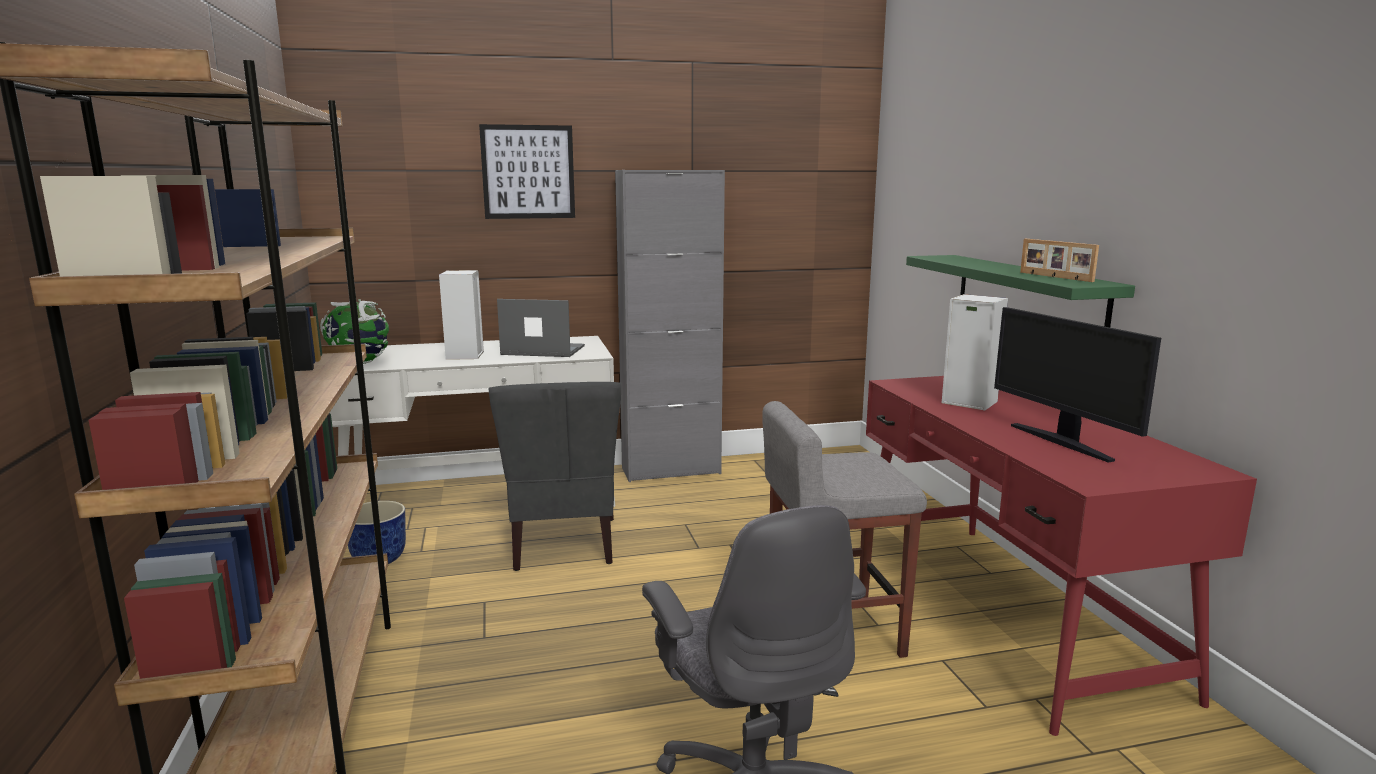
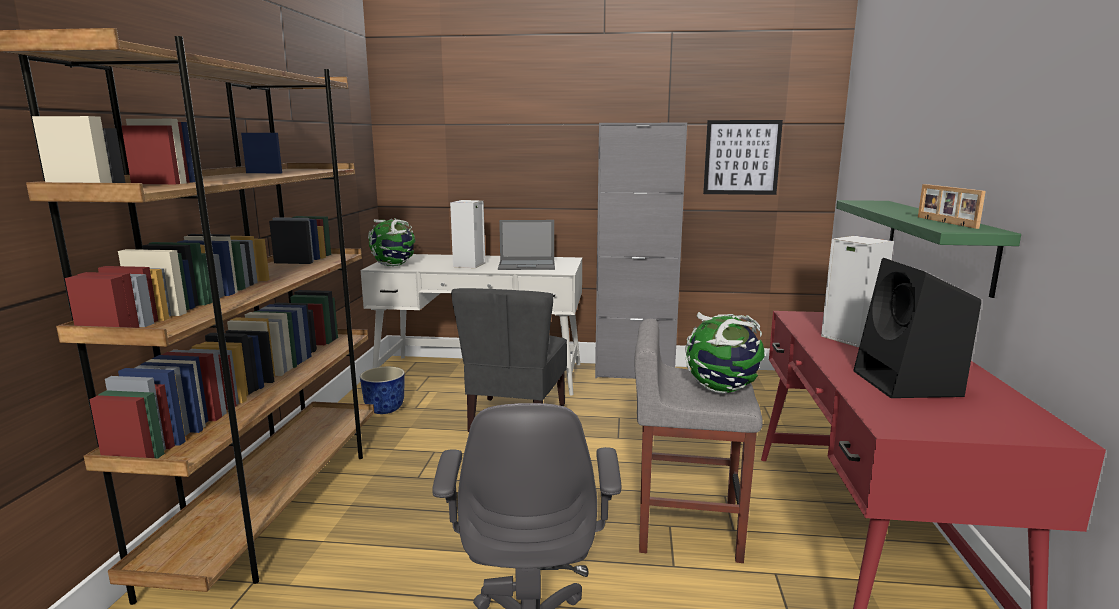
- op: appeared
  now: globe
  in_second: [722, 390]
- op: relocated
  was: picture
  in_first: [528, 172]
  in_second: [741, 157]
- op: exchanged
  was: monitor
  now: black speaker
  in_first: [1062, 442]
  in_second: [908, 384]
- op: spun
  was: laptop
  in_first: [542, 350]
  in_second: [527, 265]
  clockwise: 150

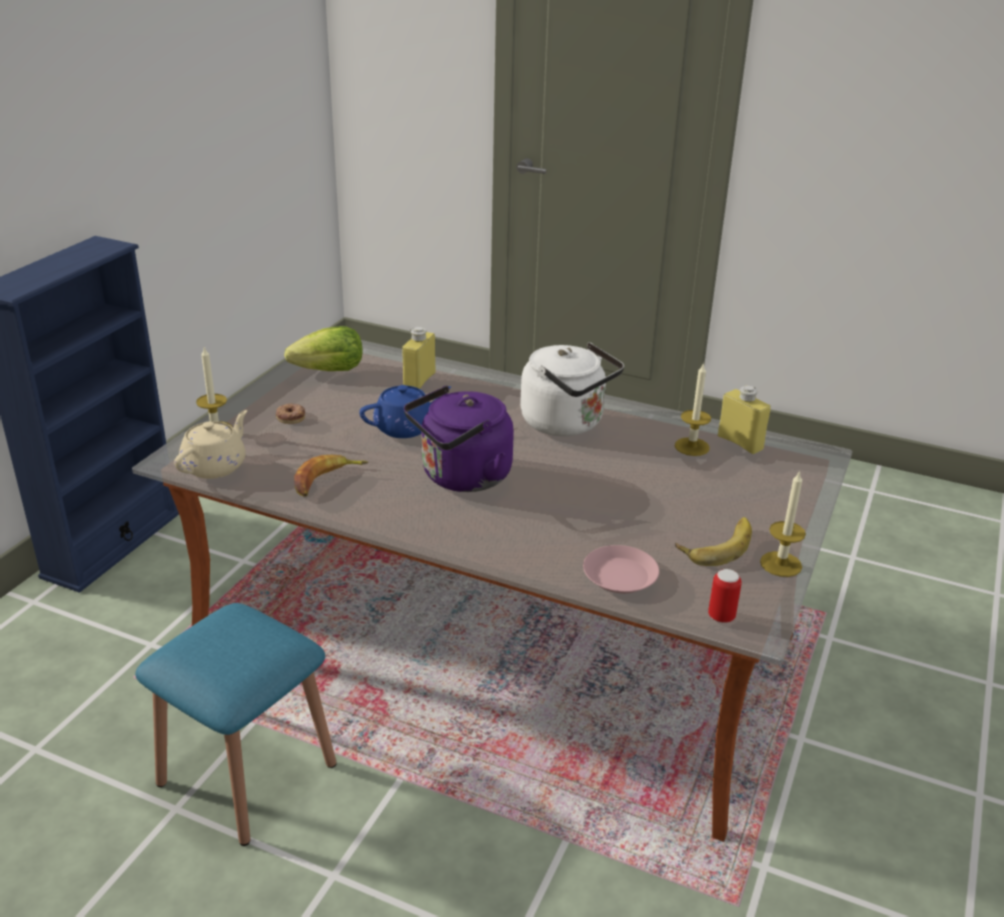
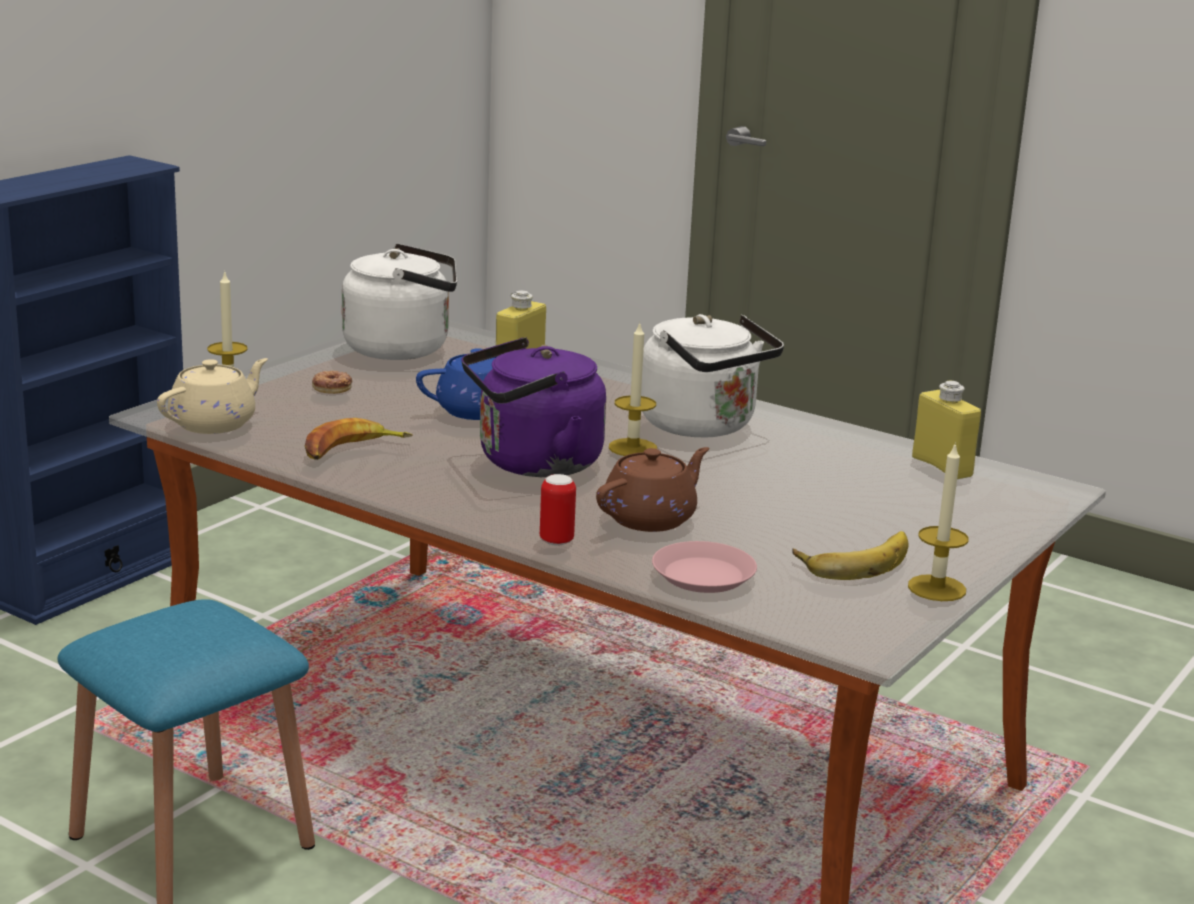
- op: appeared
  now: brown teapot
  in_second: [651, 518]
- op: relocated
  was: candle
  in_first: [692, 447]
  in_second: [632, 448]
- op: relocated
  was: can
  in_first: [721, 617]
  in_second: [556, 541]
- op: exchanged
  was: lettuce
  now: white kettle
  in_first: [330, 371]
  in_second: [403, 349]

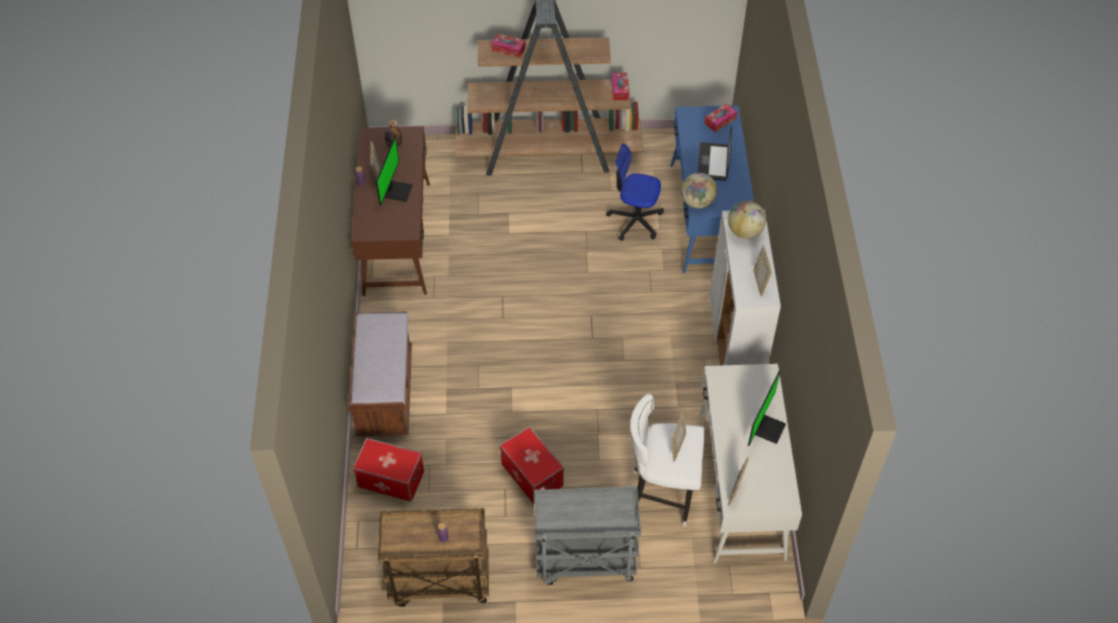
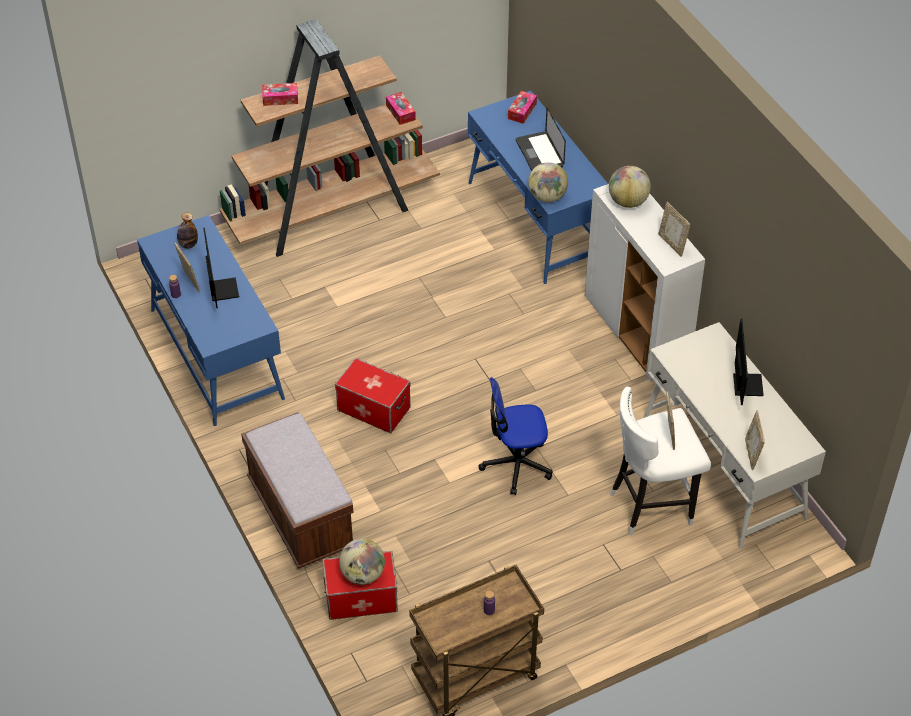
- op: missing
  was: grey cart
  in_first: [584, 561]
- op: appeared
  now: globe
  in_second: [362, 574]
- op: relocated
  was: storage box
  in_first: [531, 475]
  in_second: [373, 409]
- op: relocated
  was: office chair
  in_first: [635, 220]
  in_second: [516, 464]
- op: colour
  was: brown desk
  now: blue desk
  in_first: [397, 237]
  in_second: [216, 353]

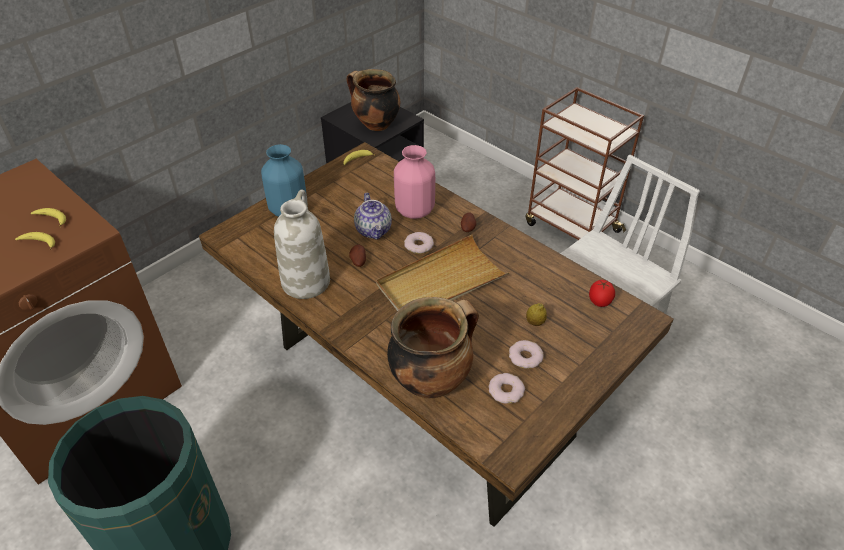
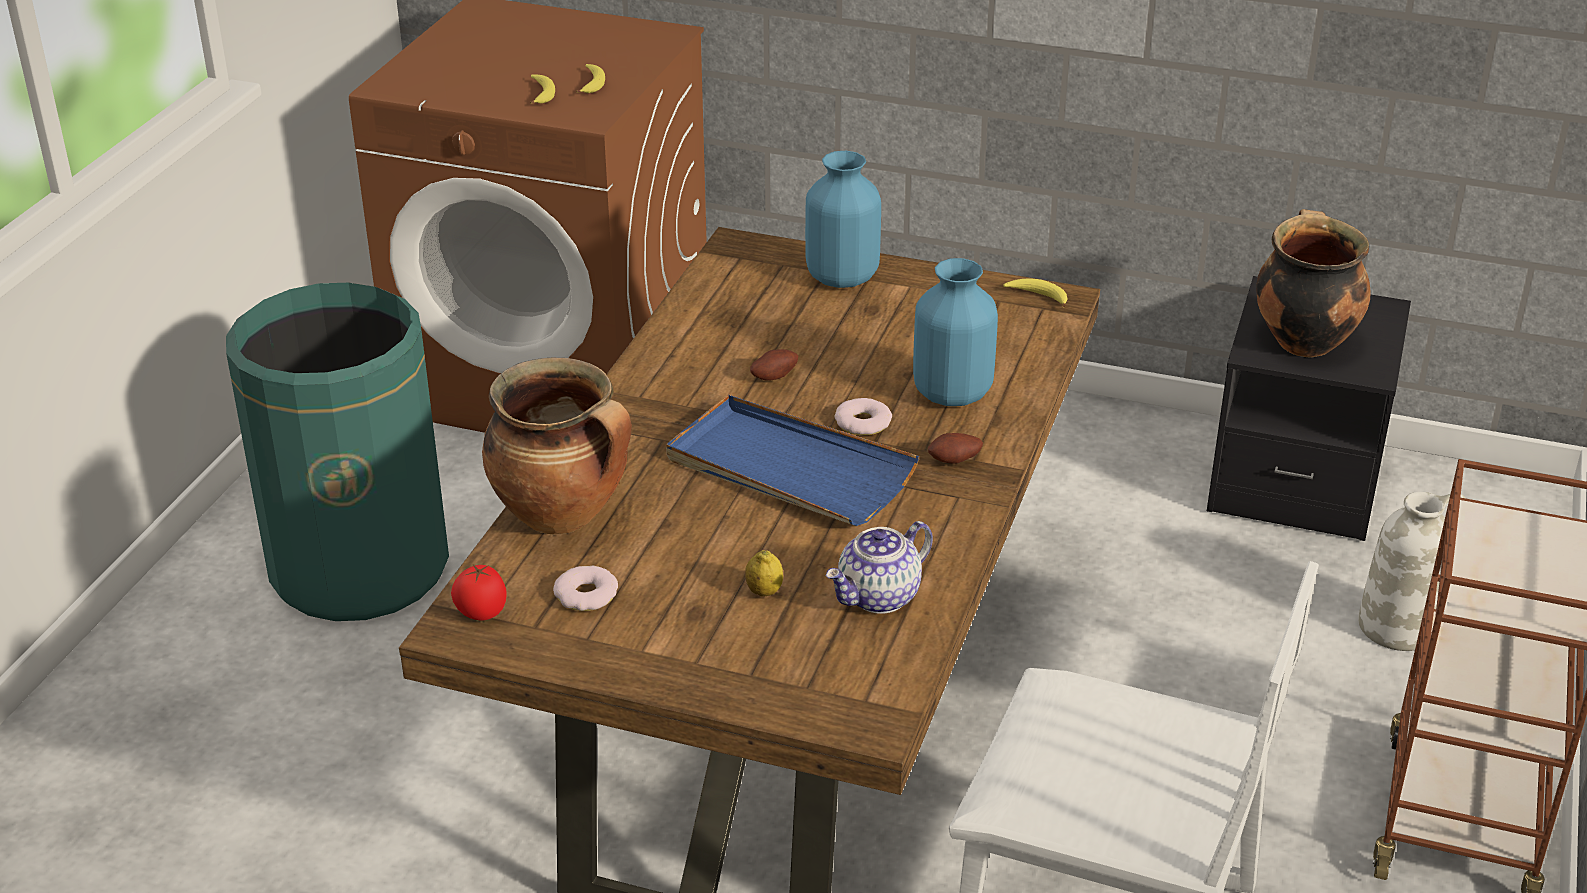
- op: missing
  was: donut
  in_first: [525, 357]
- op: relocated
  was: white vase
  in_first: [305, 281]
  in_second: [1398, 626]
- op: relocated
  was: teapot
  in_first: [374, 230]
  in_second: [879, 597]
- op: relocated
  was: tomato
  in_first: [599, 302]
  in_second: [481, 613]
- op: colour
  was: beige tray
  now: blue tray
  in_first: [441, 282]
  in_second: [788, 469]
- op: colour
  was: pink vase
  now: blue vase
  in_first: [415, 210]
  in_second: [953, 393]

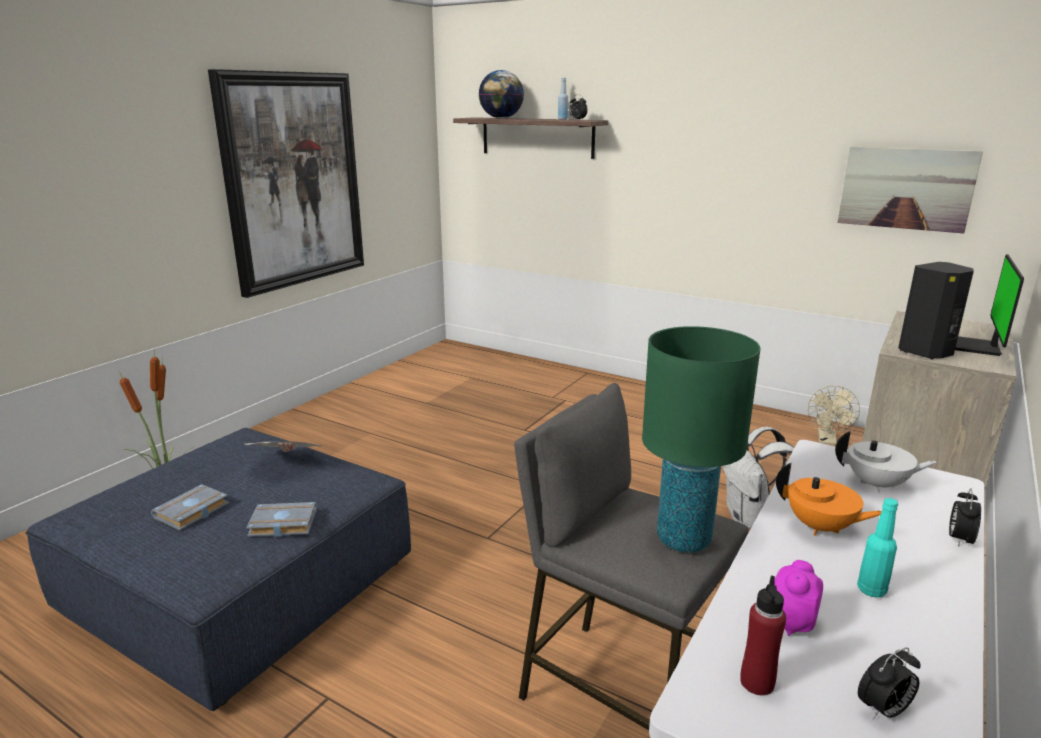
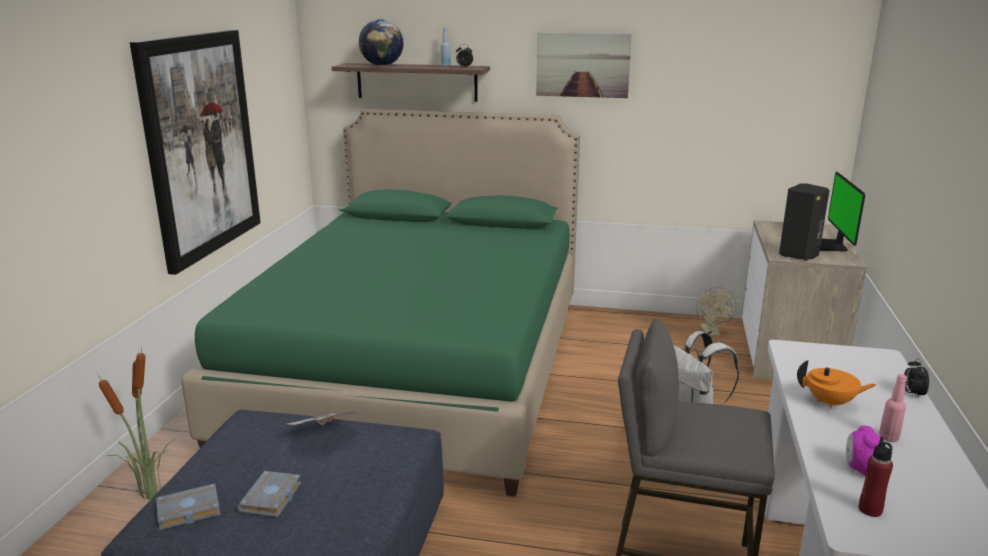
- op: missing
  was: green table lamp
  in_first: [683, 540]
- op: missing
  was: white teapot
  in_first: [877, 485]
- op: missing
  was: alarm clock
  in_first: [883, 710]
- op: appeared
  now: green bed
  in_second: [419, 368]
- op: relocated
  was: grey book
  in_first: [281, 525]
  in_second: [187, 512]
- op: relocated
  was: picture
  in_first: [906, 188]
  in_second: [583, 65]
- op: colour
  was: turquoise bottle
  now: pink bottle
  in_first: [871, 590]
  in_second: [888, 438]

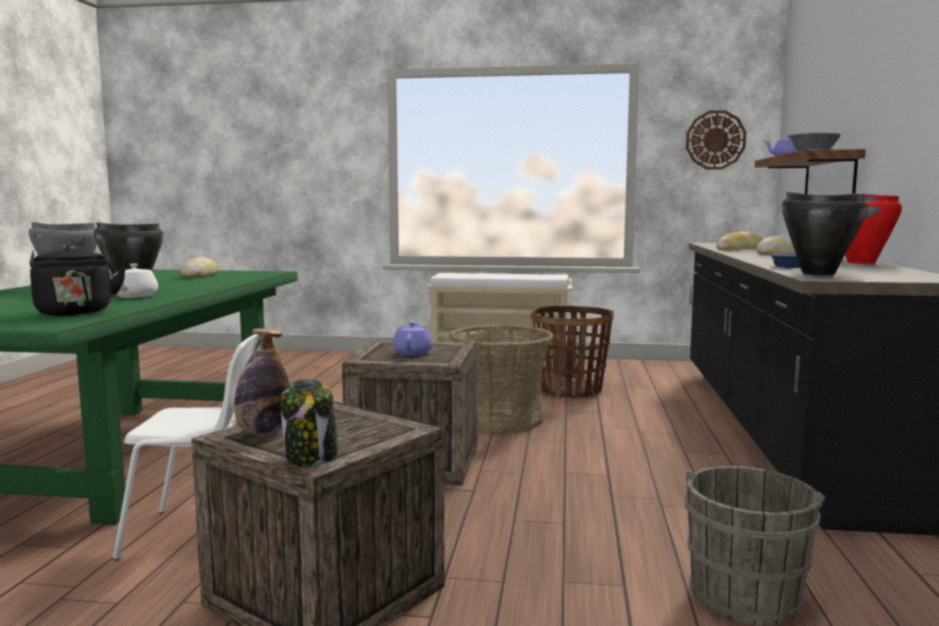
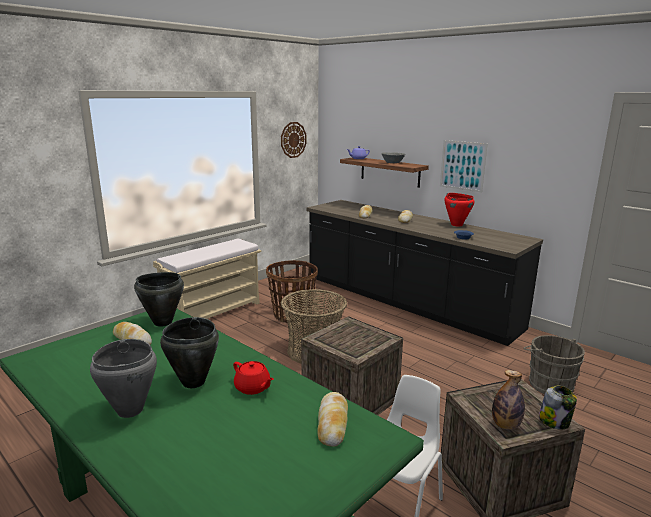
- op: missing
  was: purple teapot
  in_first: [412, 352]
- op: appeared
  now: picture
  in_second: [462, 165]
- op: relocated
  was: black cooking pot
  in_first: [817, 274]
  in_second: [162, 322]
- op: exchanged
  was: black kettle
  now: bread
  in_first: [75, 313]
  in_second: [332, 423]
- op: colour
  was: white teapot
  now: red teapot
  in_first: [135, 296]
  in_second: [253, 388]

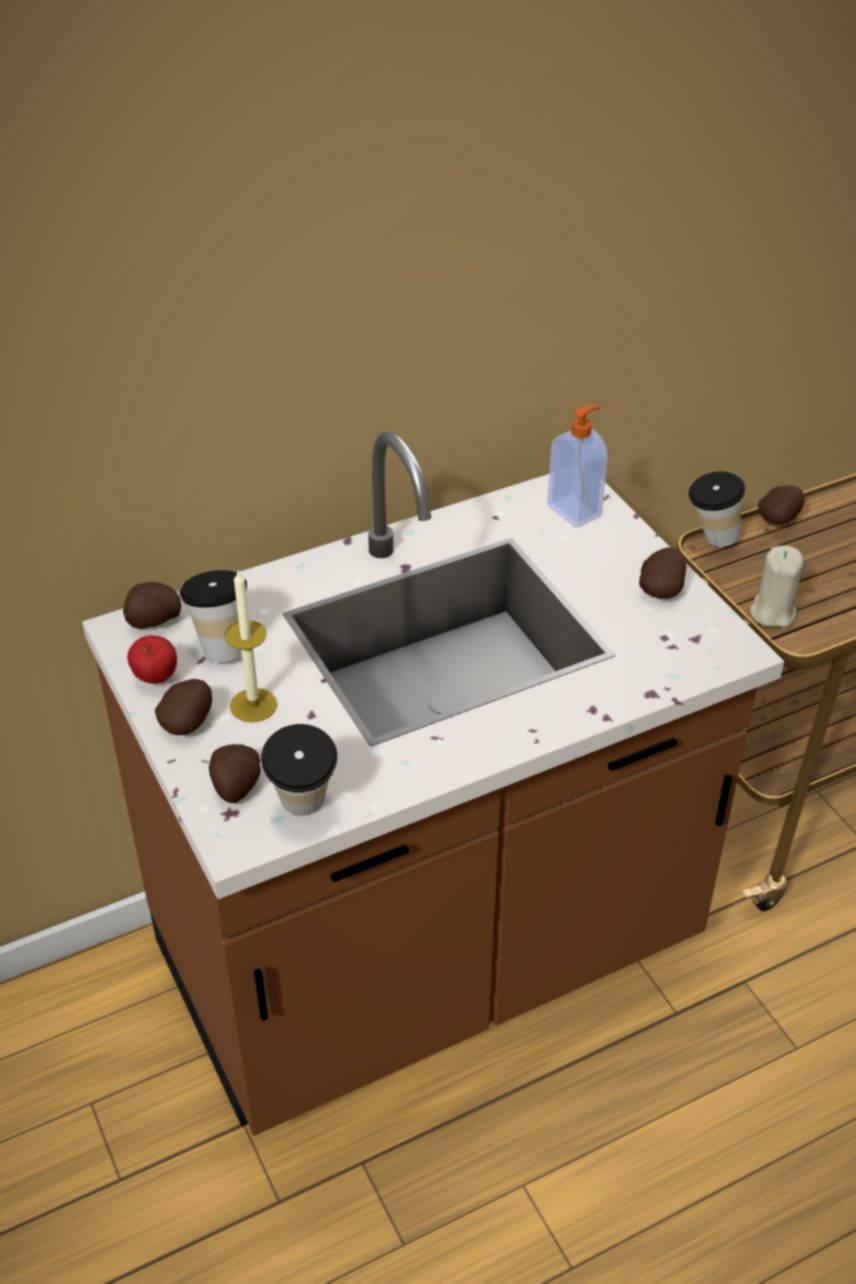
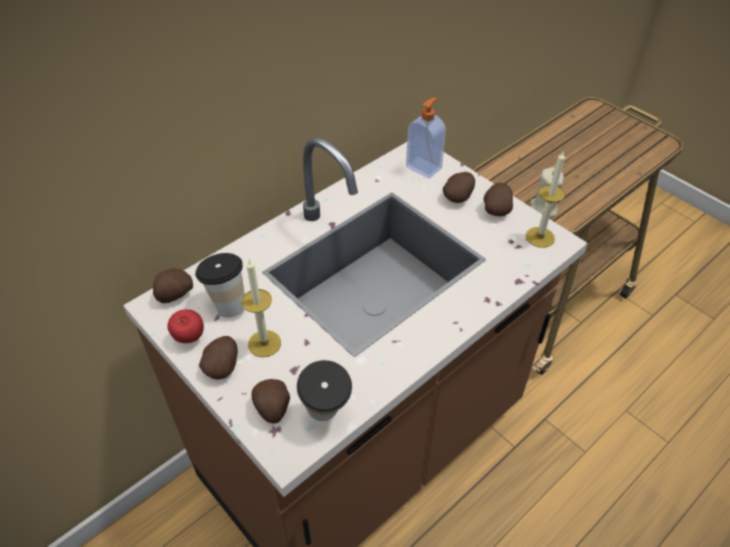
- op: missing
  was: cup
  in_first: [710, 539]
- op: appeared
  now: candle
  in_second: [540, 237]
- op: relocated
  was: potato
  in_first: [780, 518]
  in_second: [459, 197]

